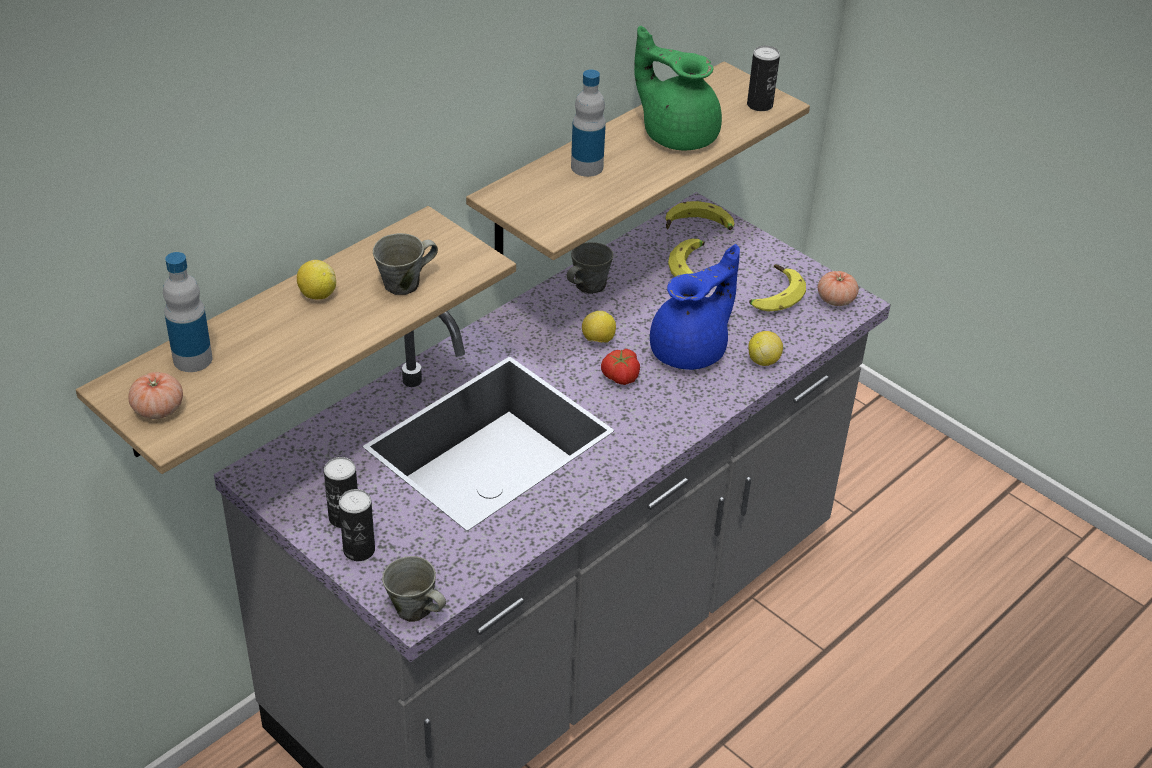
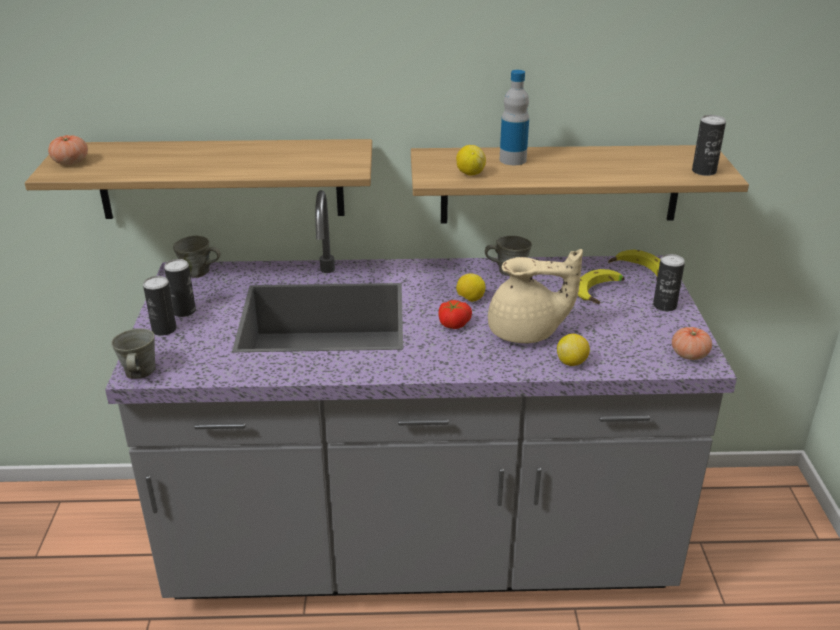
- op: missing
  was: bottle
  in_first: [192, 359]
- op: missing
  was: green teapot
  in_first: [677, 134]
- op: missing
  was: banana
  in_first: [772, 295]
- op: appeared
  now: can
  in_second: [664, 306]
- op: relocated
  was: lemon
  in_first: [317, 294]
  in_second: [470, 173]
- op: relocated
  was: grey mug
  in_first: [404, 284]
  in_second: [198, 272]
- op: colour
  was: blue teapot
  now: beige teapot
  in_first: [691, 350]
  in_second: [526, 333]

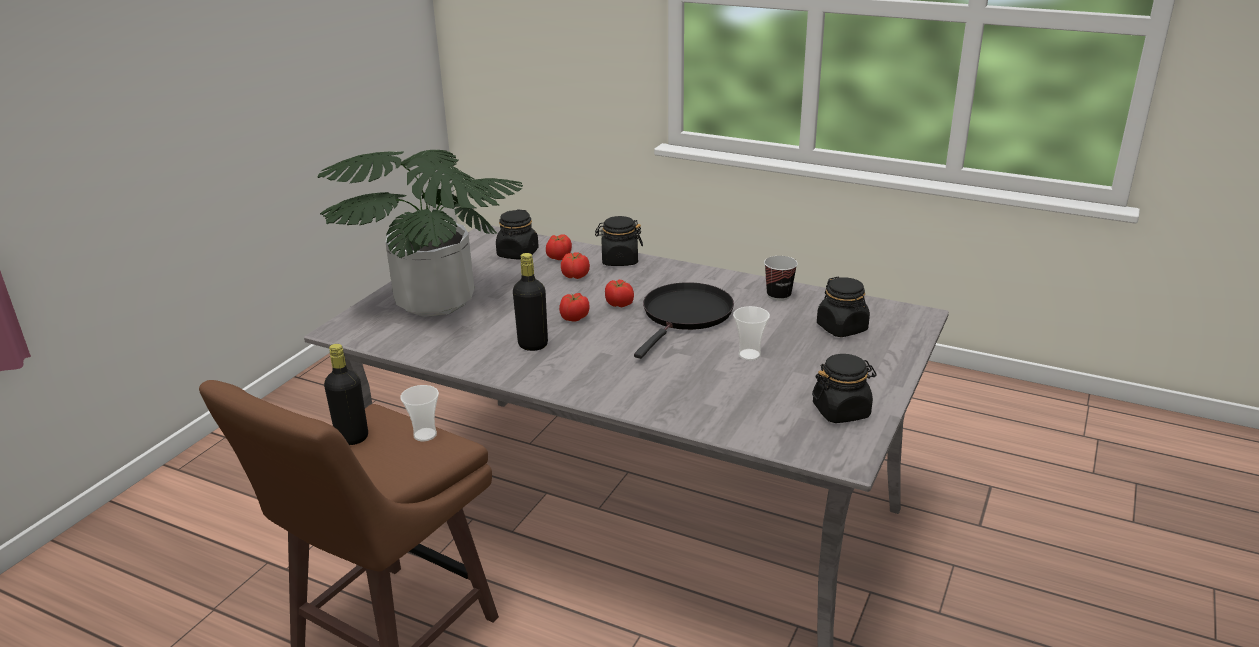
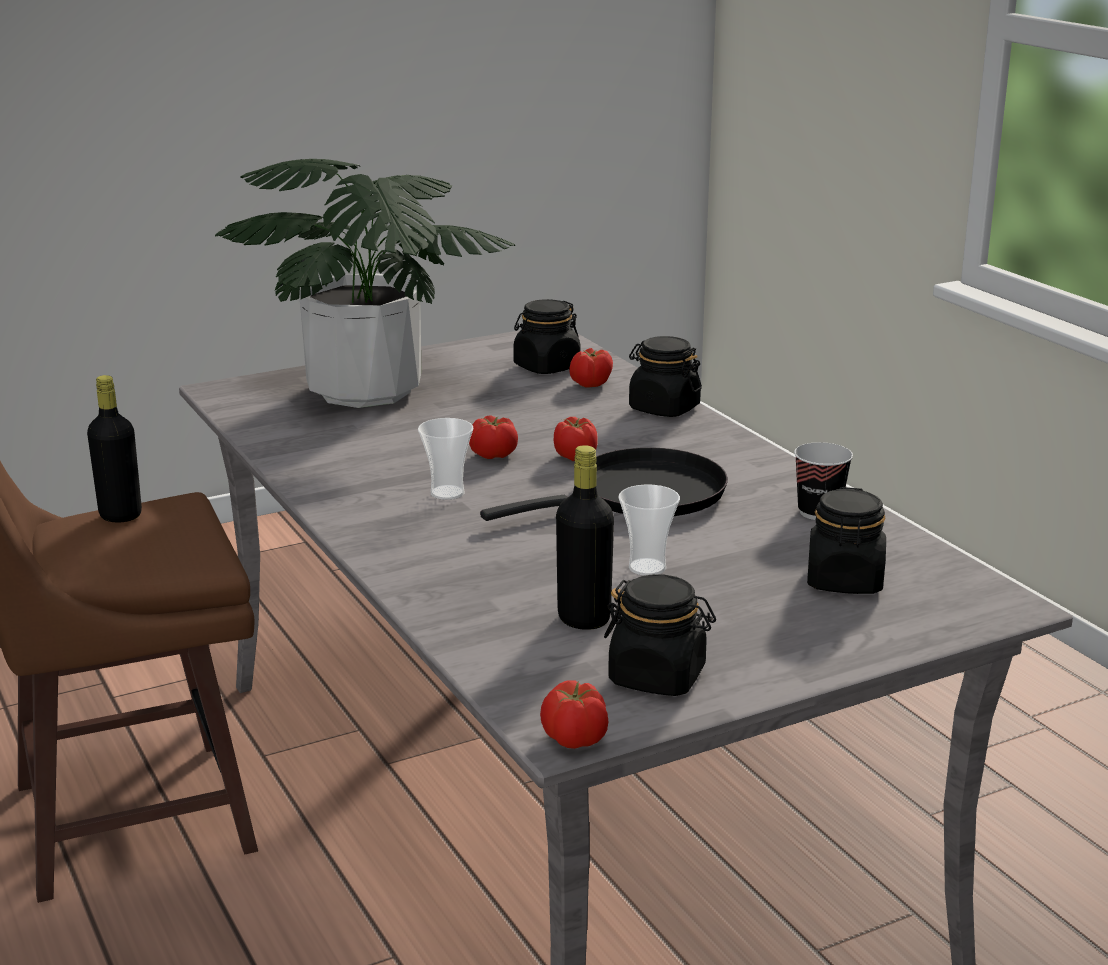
- op: relocated
  was: cup
  in_first: [425, 435]
  in_second: [447, 493]
- op: relocated
  was: black bottle
  in_first: [533, 345]
  in_second: [584, 619]
- op: relocated
  was: tomato
  in_first: [575, 276]
  in_second: [574, 740]

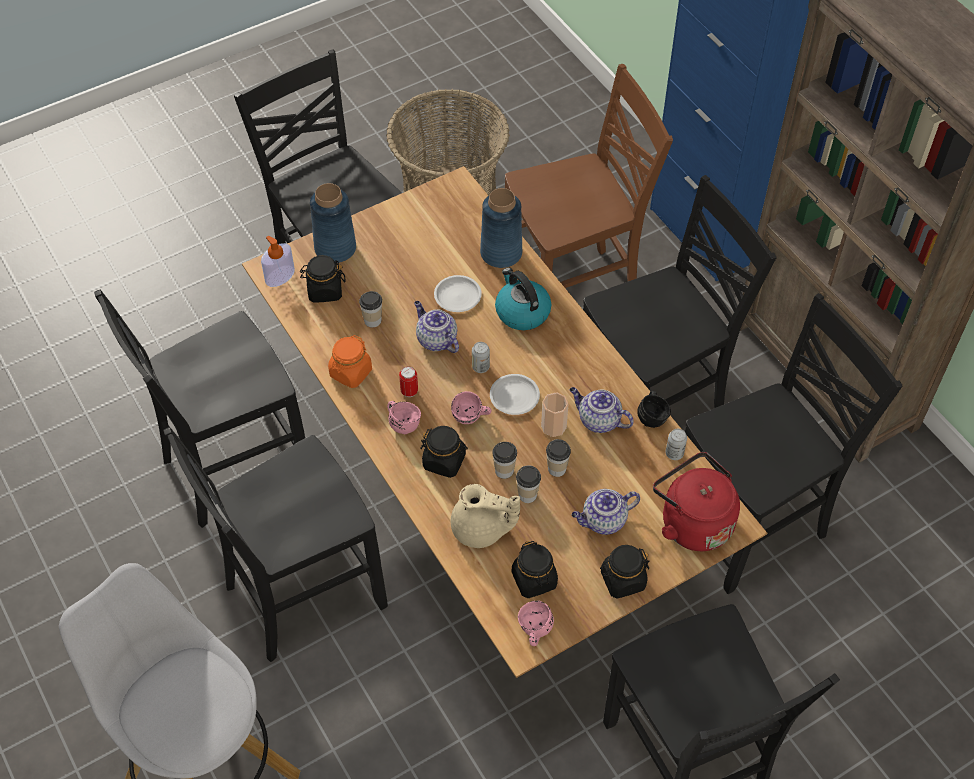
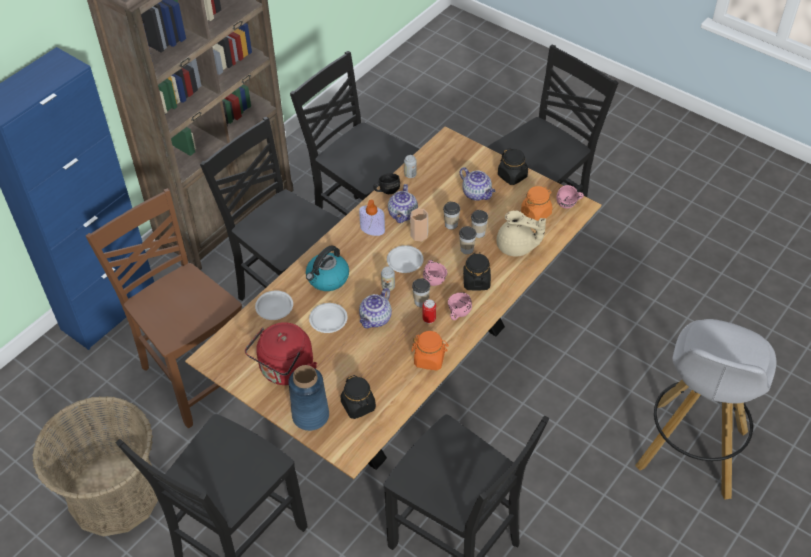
- op: missing
  was: black chair
  in_first: [301, 594]
- op: relocated
  was: soap dispenser
  in_first: [280, 276]
  in_second: [372, 229]
- op: relocated
  was: cup
  in_first: [372, 320]
  in_second: [421, 302]
- op: relocated
  was: red kettle
  in_first: [692, 521]
  in_second: [285, 371]
- op: exchanged
  was: blue vase
  now: white plate
  in_first: [501, 253]
  in_second: [275, 307]
- op: colour
  was: black jar
  now: orange jar
  in_first: [534, 580]
  in_second: [536, 213]
- op: spun
  was: beige teapot
  in_first: [481, 530]
  in_second: [516, 247]
  clockwise: 120

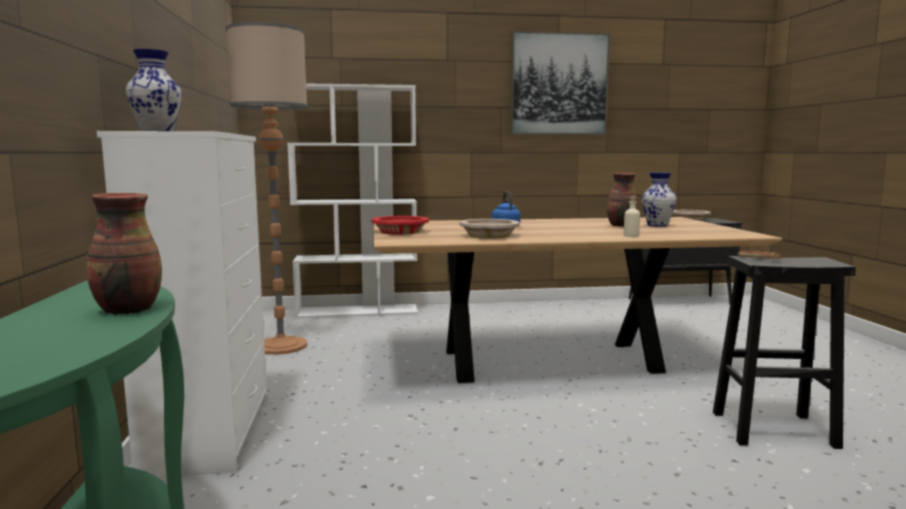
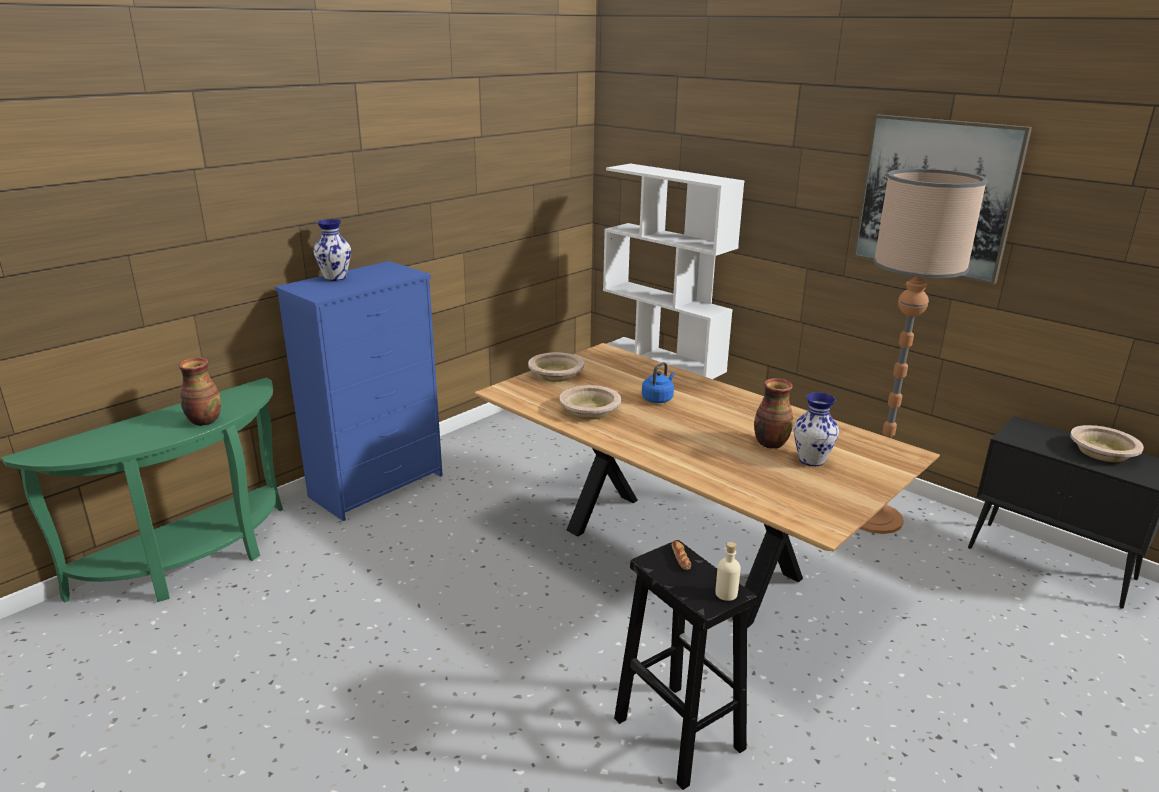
- op: relocated
  was: floor lamp
  in_first: [281, 346]
  in_second: [873, 518]
- op: relocated
  was: beige bottle
  in_first: [631, 236]
  in_second: [726, 593]
- op: colour
  was: white dresser
  now: blue dresser
  in_first: [211, 433]
  in_second: [378, 485]
- op: colour
  was: red bowl
  now: beige bowl
  in_first: [400, 232]
  in_second: [556, 374]

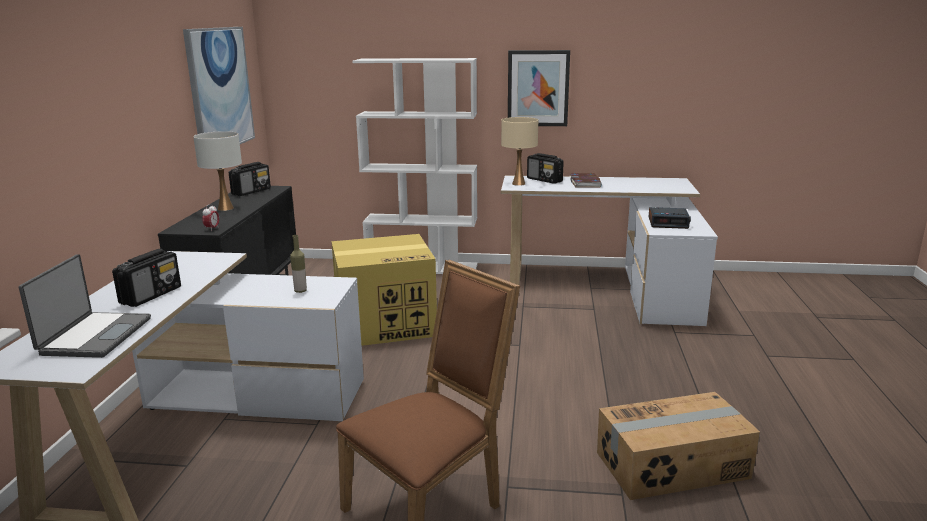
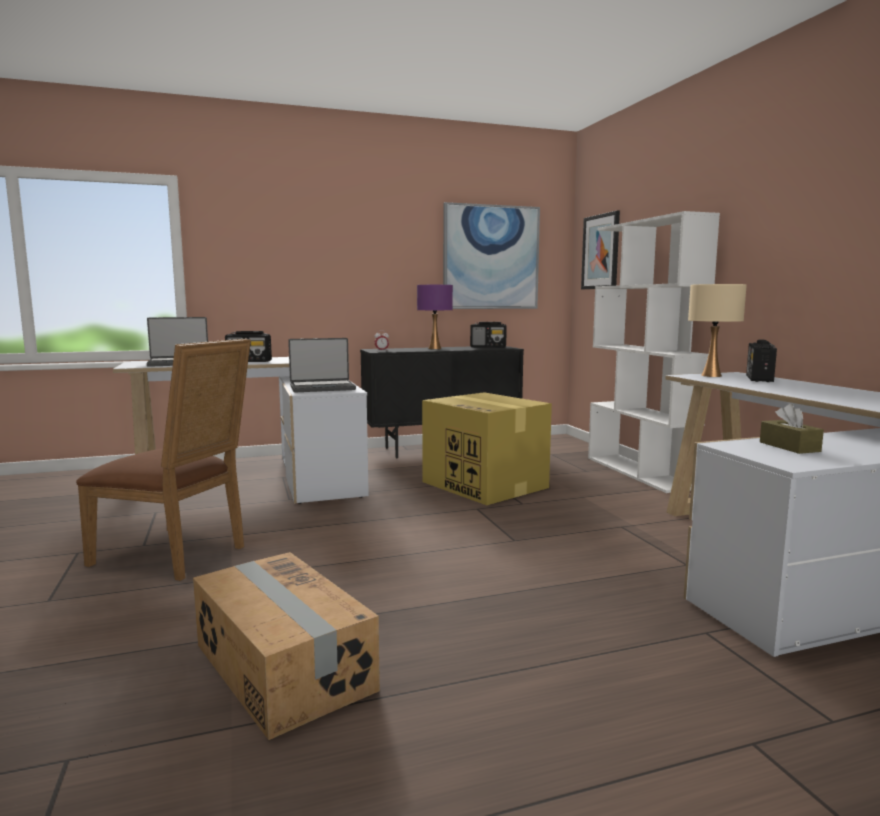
- op: missing
  was: book
  in_first: [585, 183]
- op: relocated
  was: picture
  in_first: [538, 88]
  in_second: [600, 252]
- op: exchanged
  was: bottle
  now: laptop
  in_first: [300, 291]
  in_second: [322, 388]
- op: exchanged
  was: alarm clock
  now: brown tissue box
  in_first: [668, 223]
  in_second: [789, 447]
- op: colour
  was: white table lamp
  now: purple table lamp
  in_first: [225, 208]
  in_second: [434, 348]

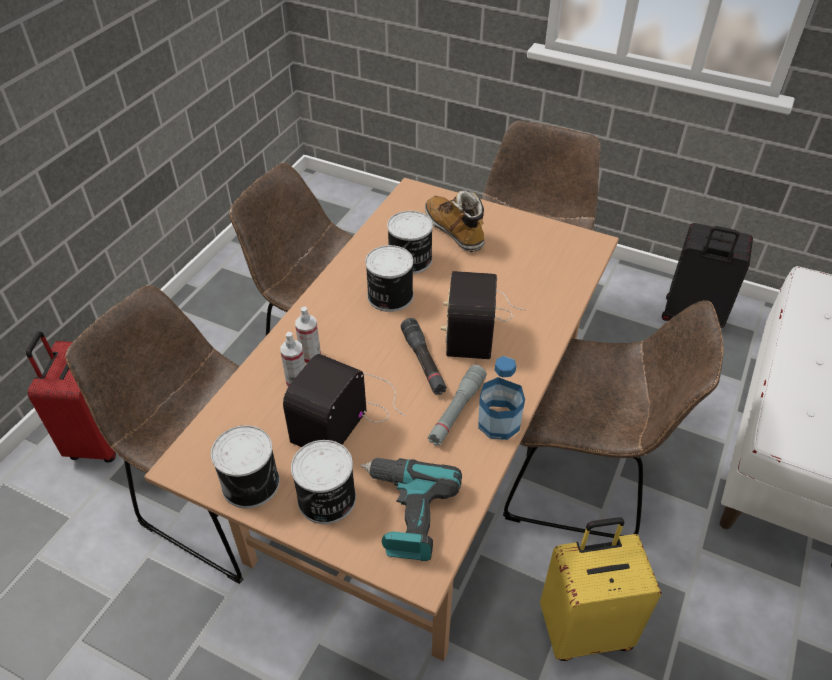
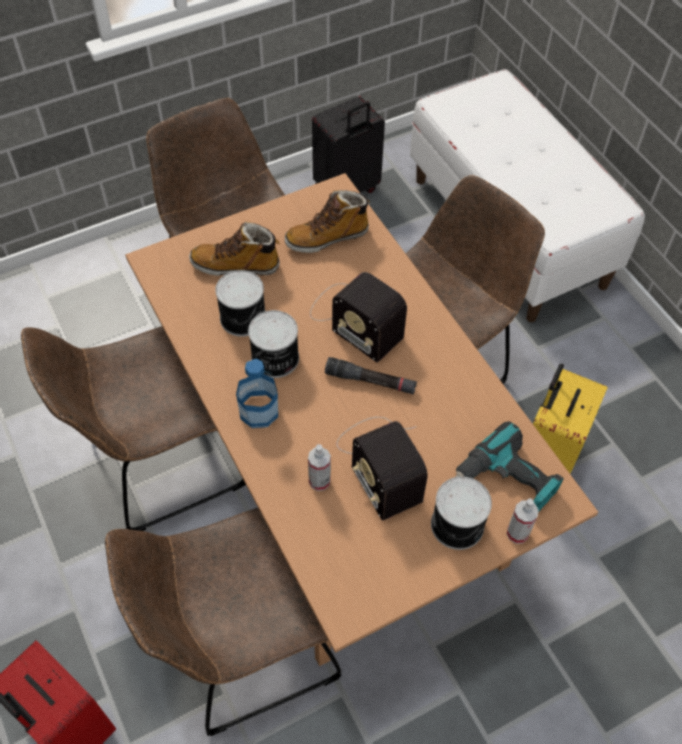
- op: missing
  was: can
  in_first: [252, 483]
- op: missing
  was: grey flashlight
  in_first: [456, 411]
- op: appeared
  now: boot
  in_second: [327, 237]
- op: relocated
  was: spray bottle
  in_first: [310, 356]
  in_second: [517, 533]
- op: relocated
  was: bottle
  in_first: [498, 422]
  in_second: [259, 411]

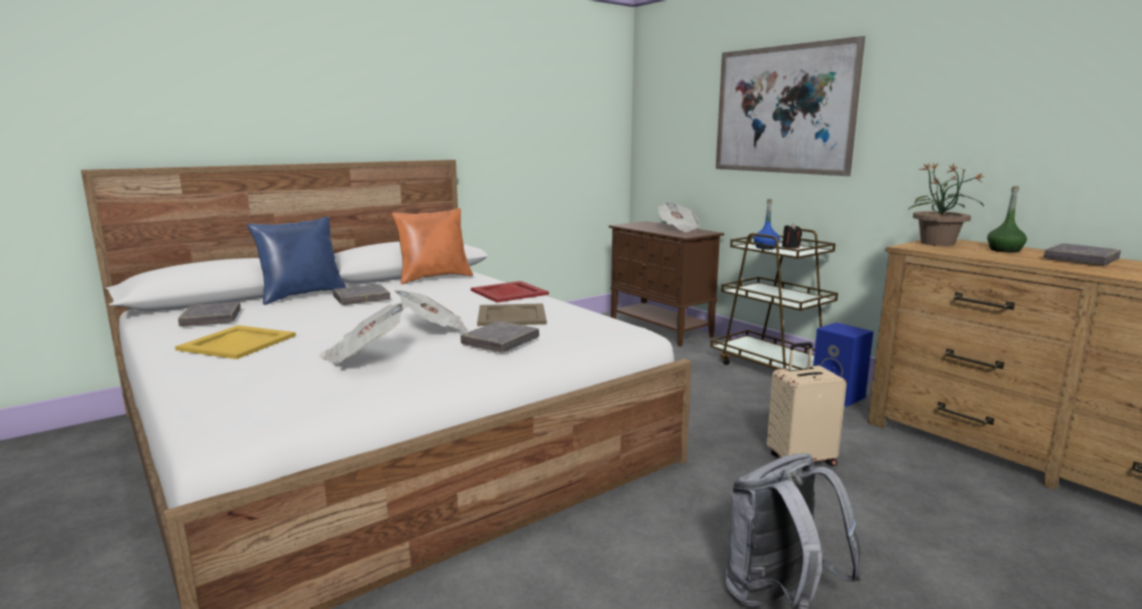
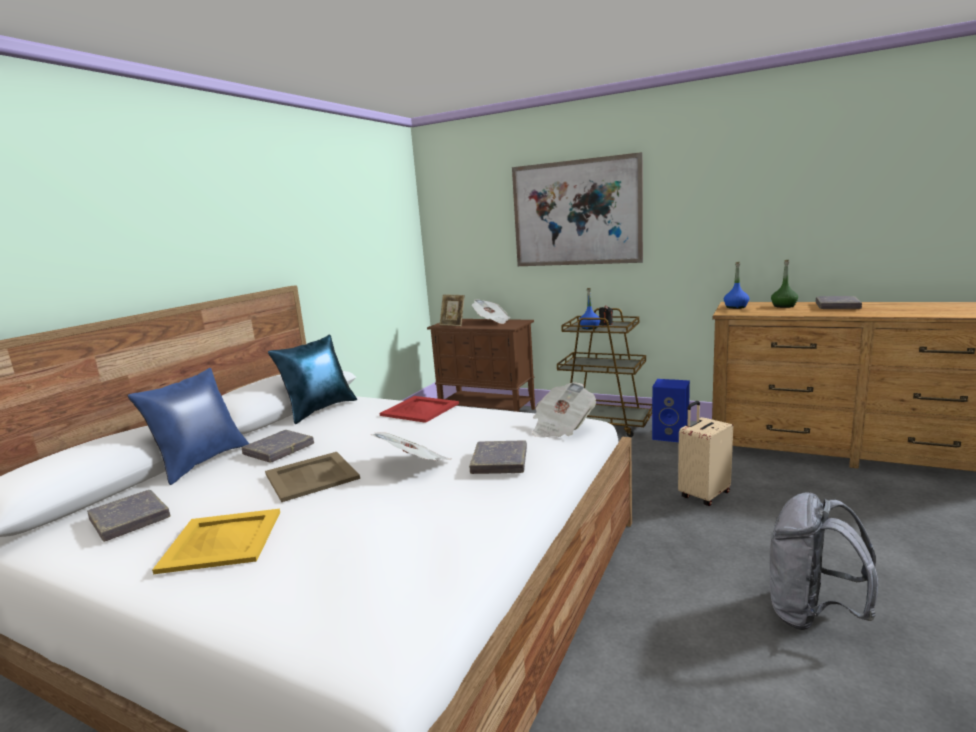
- op: appeared
  now: picture frame
  in_second: [453, 324]
- op: relocated
  was: newspaper
  in_first: [364, 355]
  in_second: [561, 427]
- op: relocated
  was: beige tray
  in_first: [512, 316]
  in_second: [312, 476]
- op: exchanged
  was: potted plant
  now: blue bottle
  in_first: [937, 243]
  in_second: [735, 307]
- op: colour
  was: orange pillow
  now: blue pillow
  in_first: [434, 278]
  in_second: [319, 410]

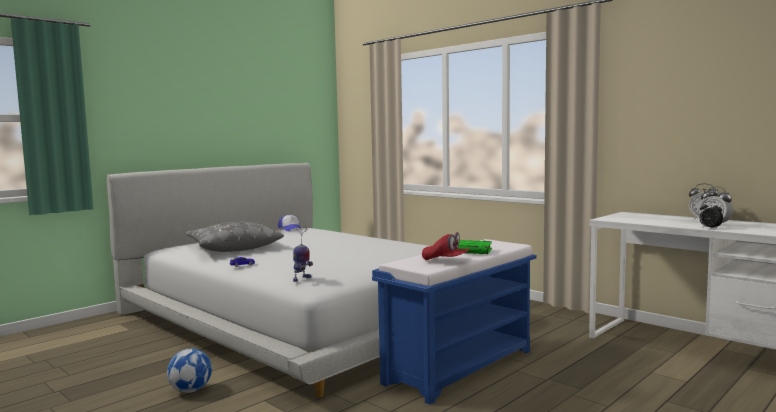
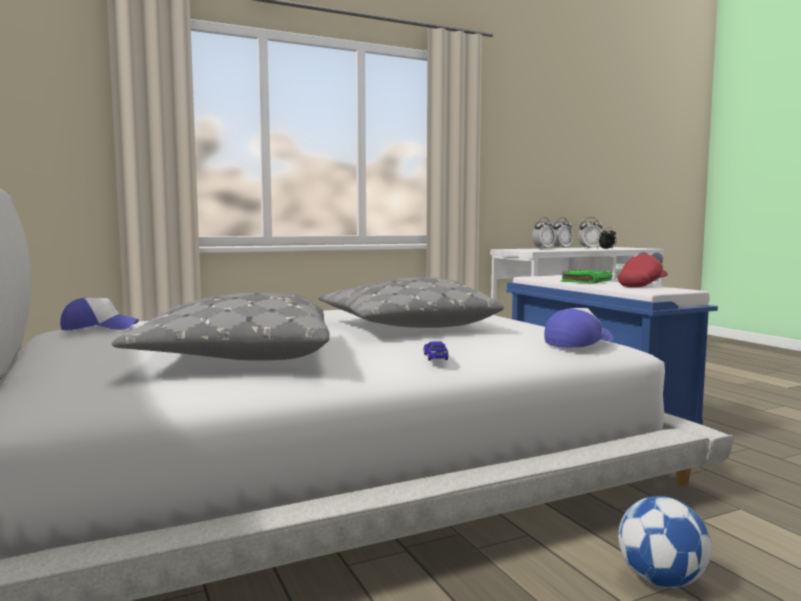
- op: appeared
  now: grey pillow
  in_second: [404, 327]
- op: appeared
  now: alarm clock
  in_second: [543, 249]
- op: exchanged
  was: toy robot
  now: cap
  in_first: [301, 279]
  in_second: [578, 341]

